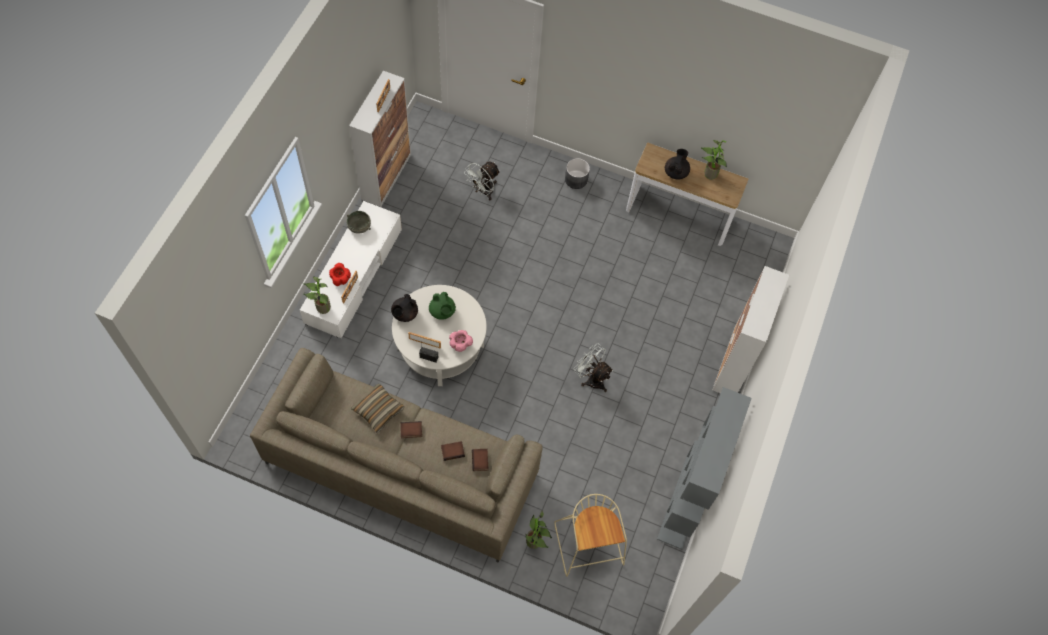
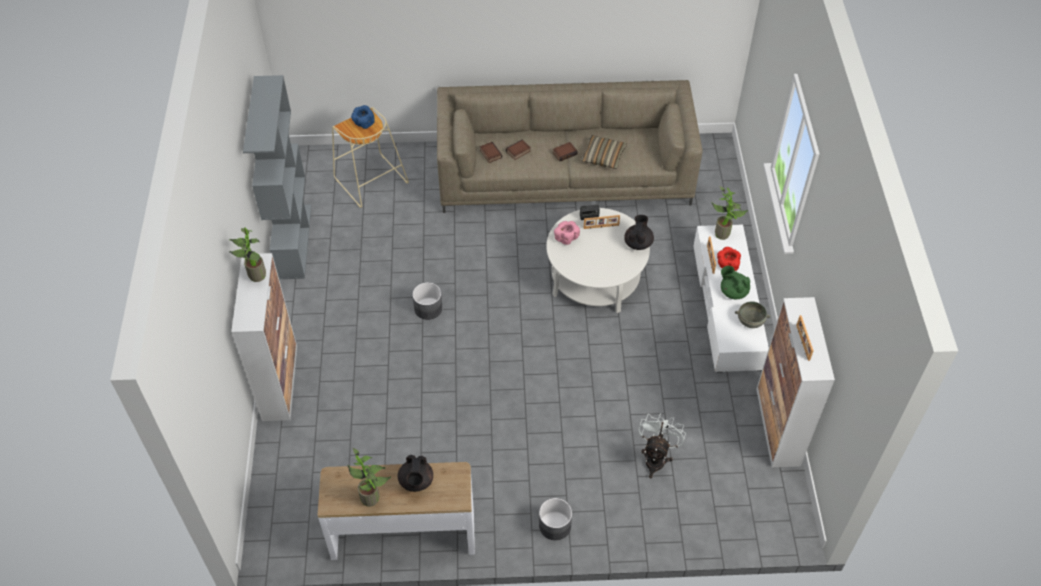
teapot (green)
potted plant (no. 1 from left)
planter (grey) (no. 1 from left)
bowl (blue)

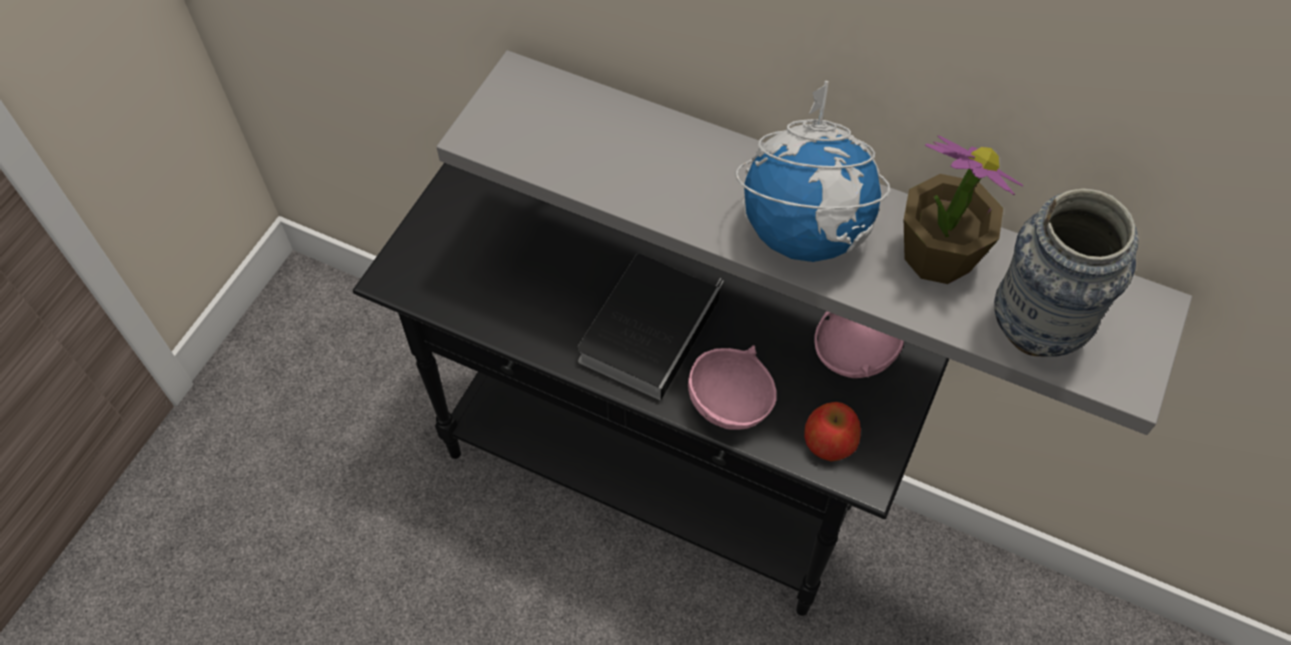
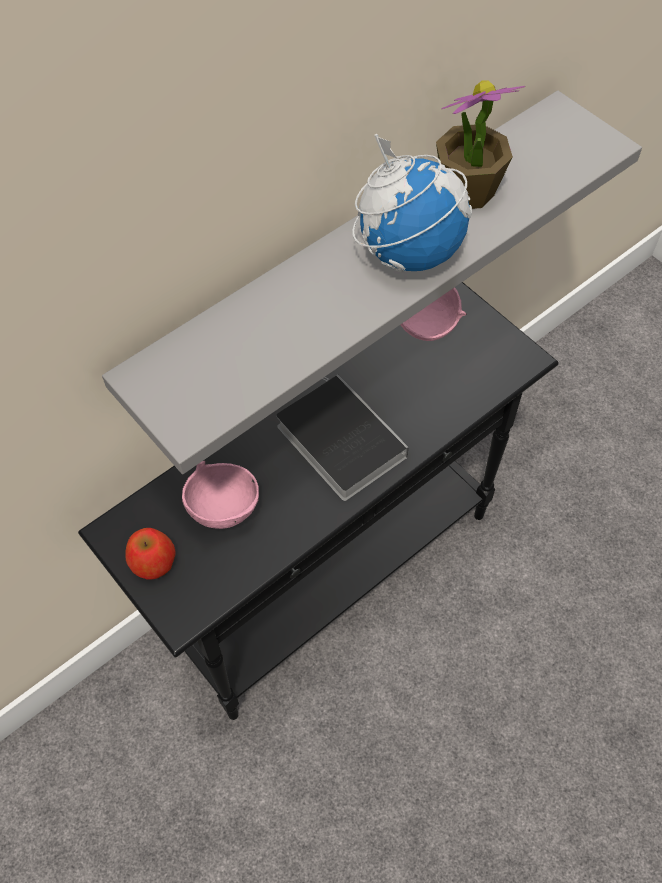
bowl (pink) (no. 1 from left)
apple
vase

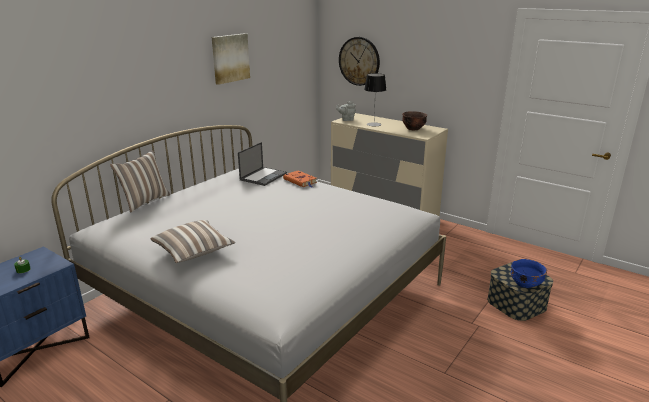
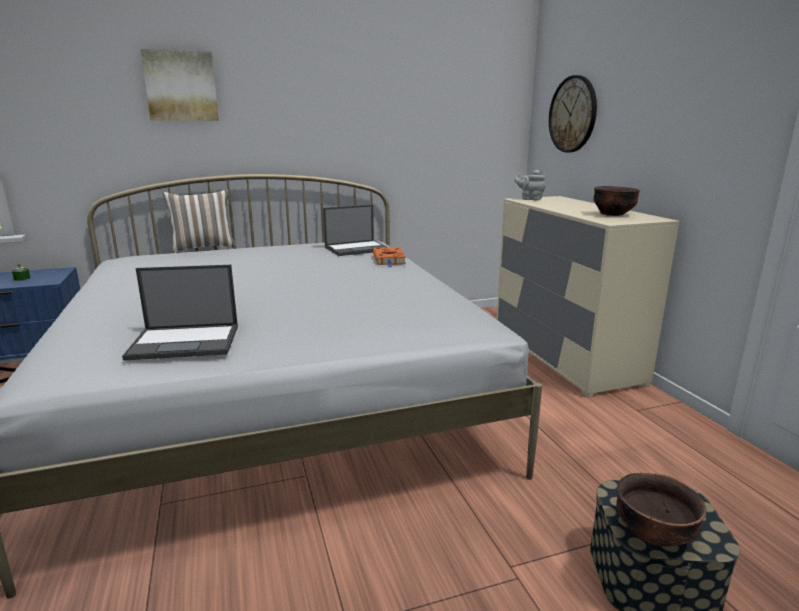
pillow (no. 2 from left in the first image)
picture
table lamp
bowl (brown) (no. 2 from left)
laptop (no. 1 from left)

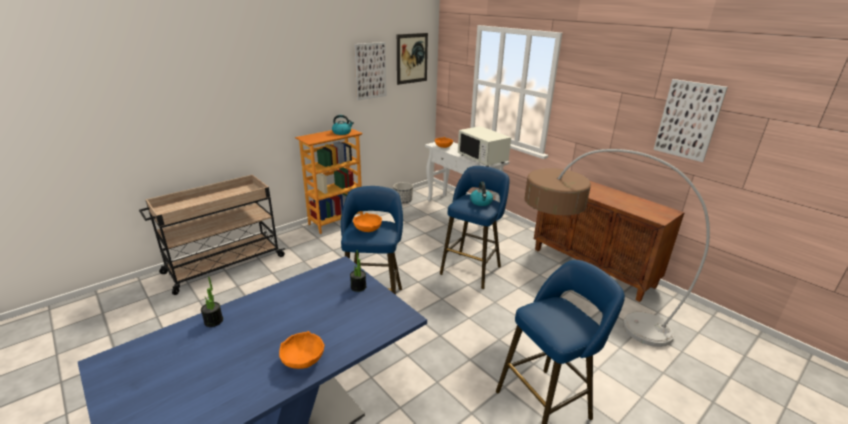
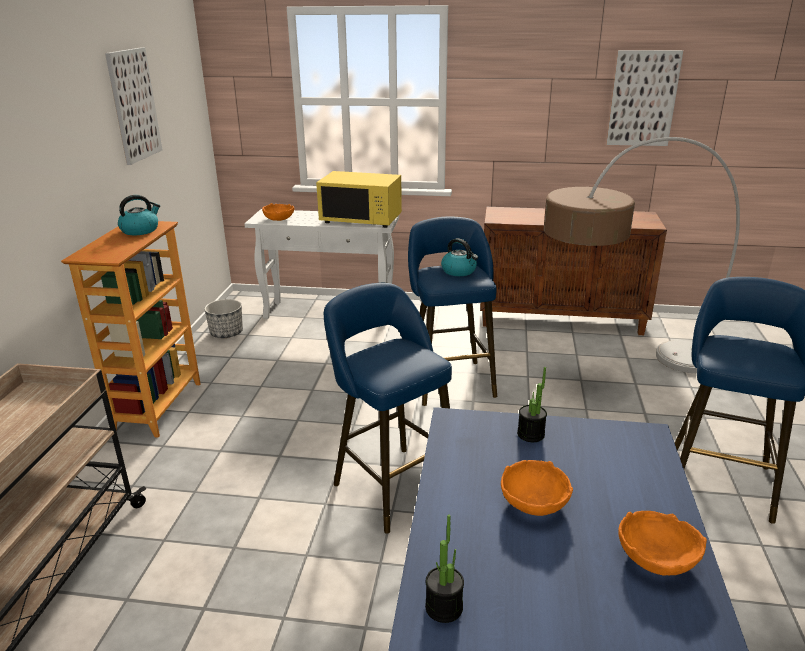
bowl (orange) (no. 2 from left)
picture (no. 2 from left in the first image)
microwave (yellow)

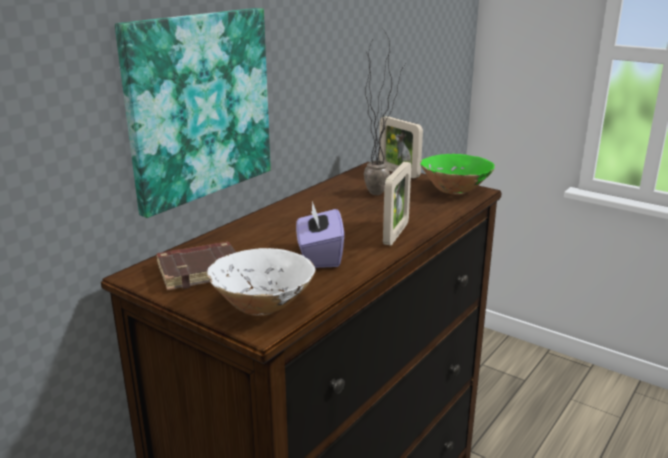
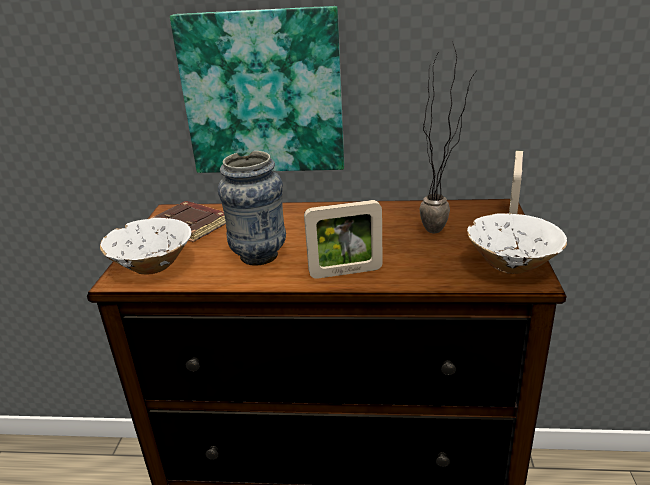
vase
bowl (white) (no. 2 from left)

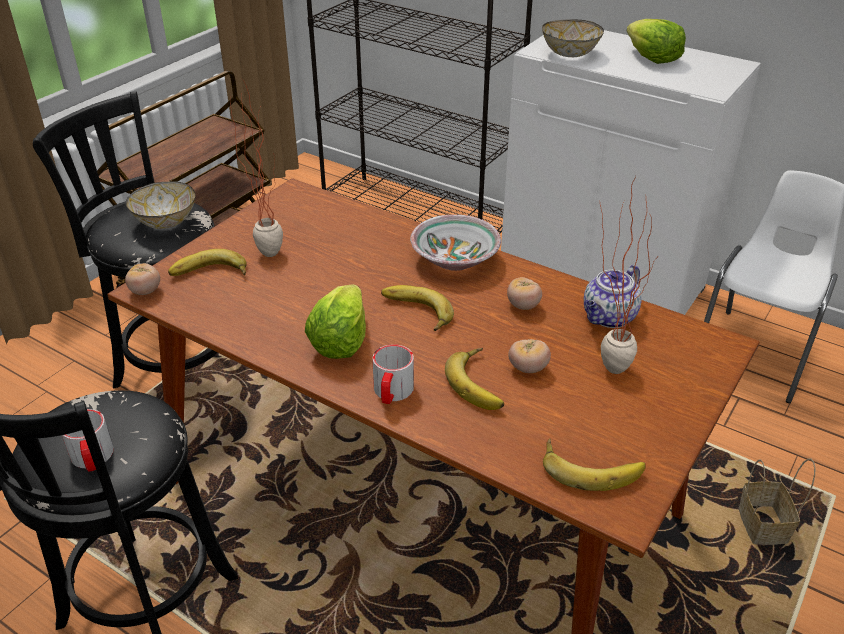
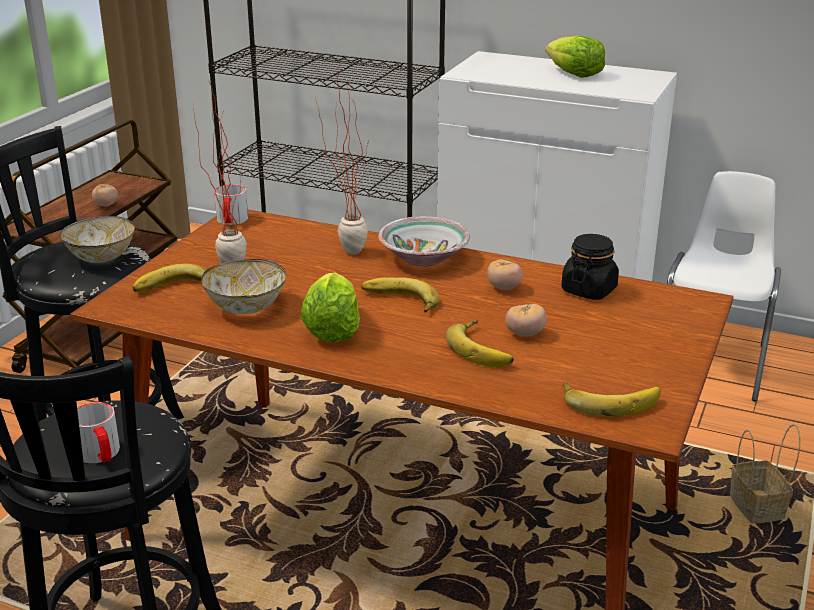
tomato (no. 1 from left)
mug (no. 2 from left)
bowl (no. 2 from left)
jar (black)
potted plant (no. 2 from left)

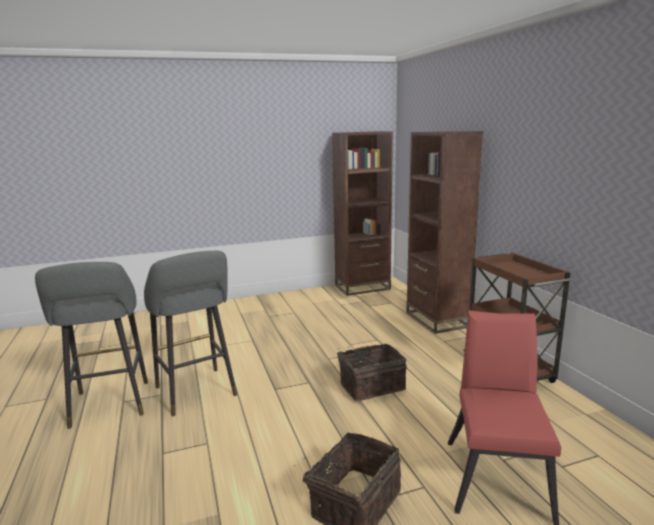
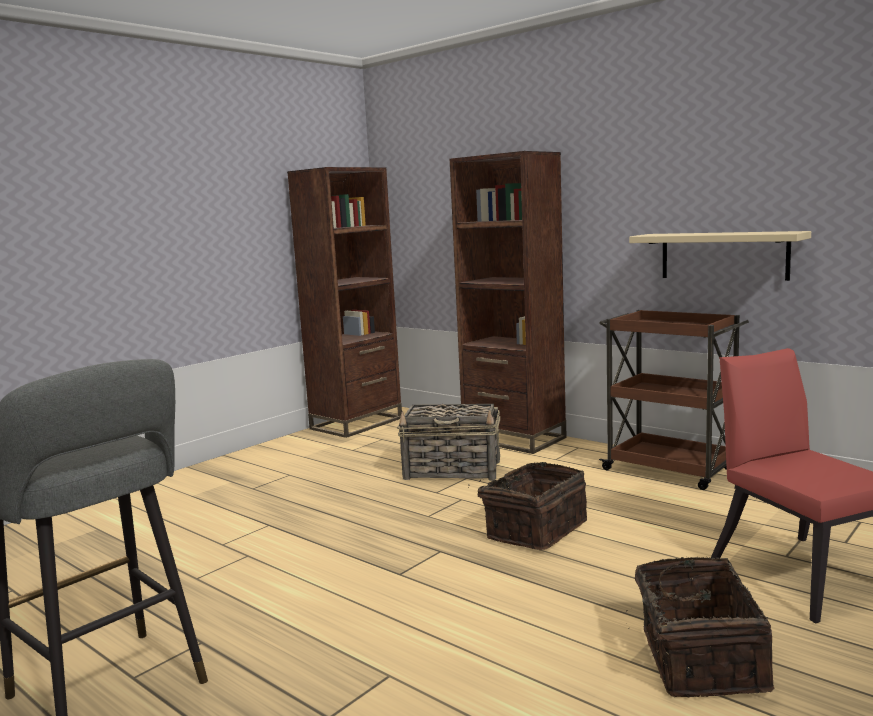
stool (grey) (no. 2 from left in the first image)
basket (no. 1 from left)
shelf (beige)

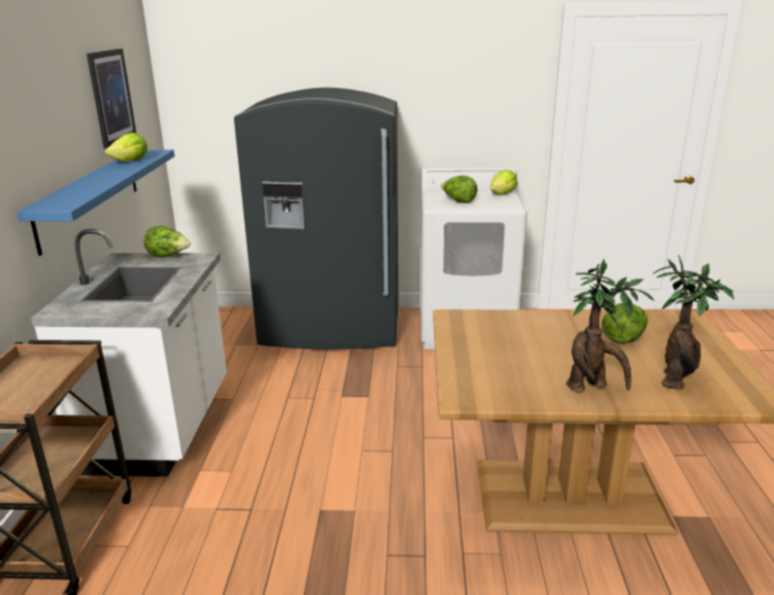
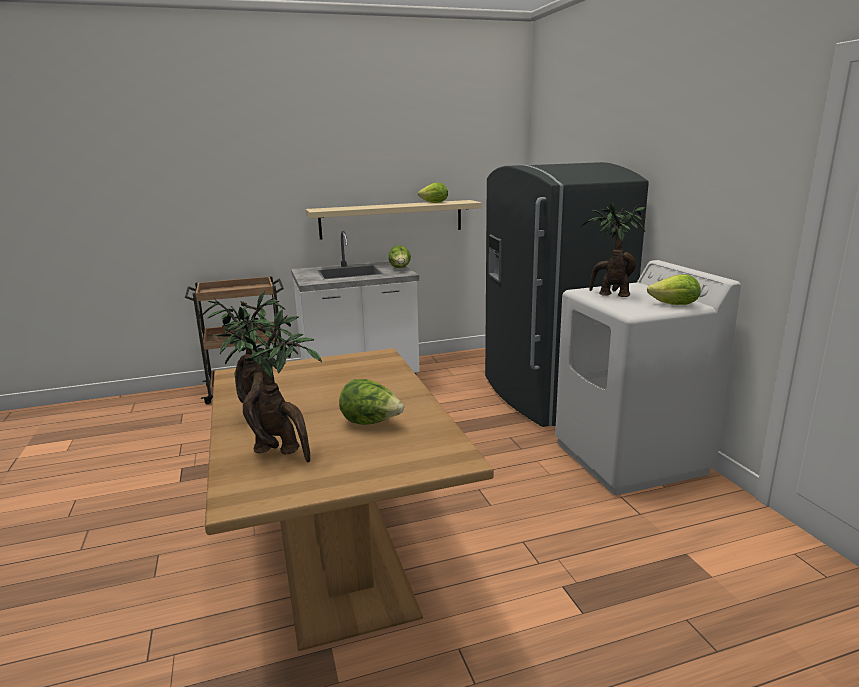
shelf (beige)
picture
potted plant (no. 3 from left)

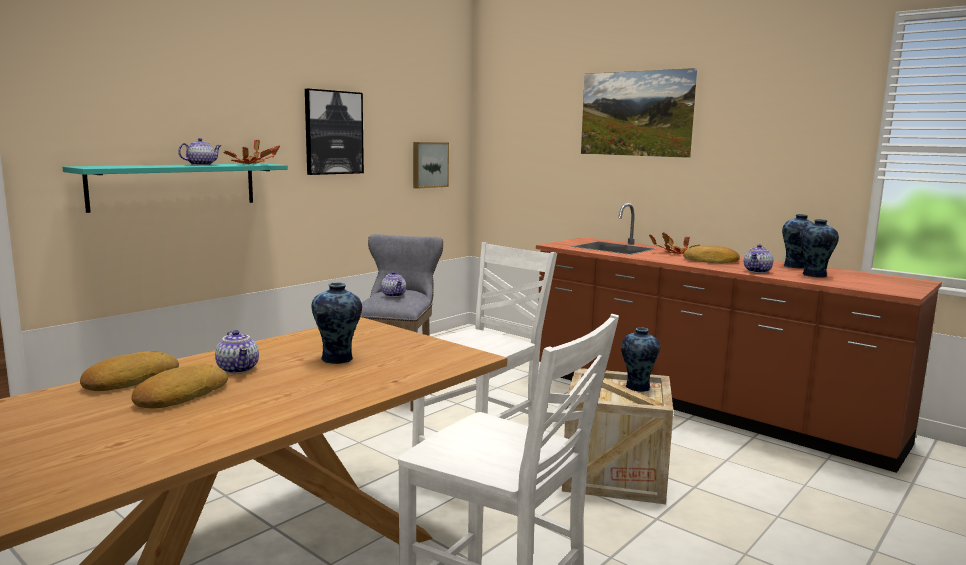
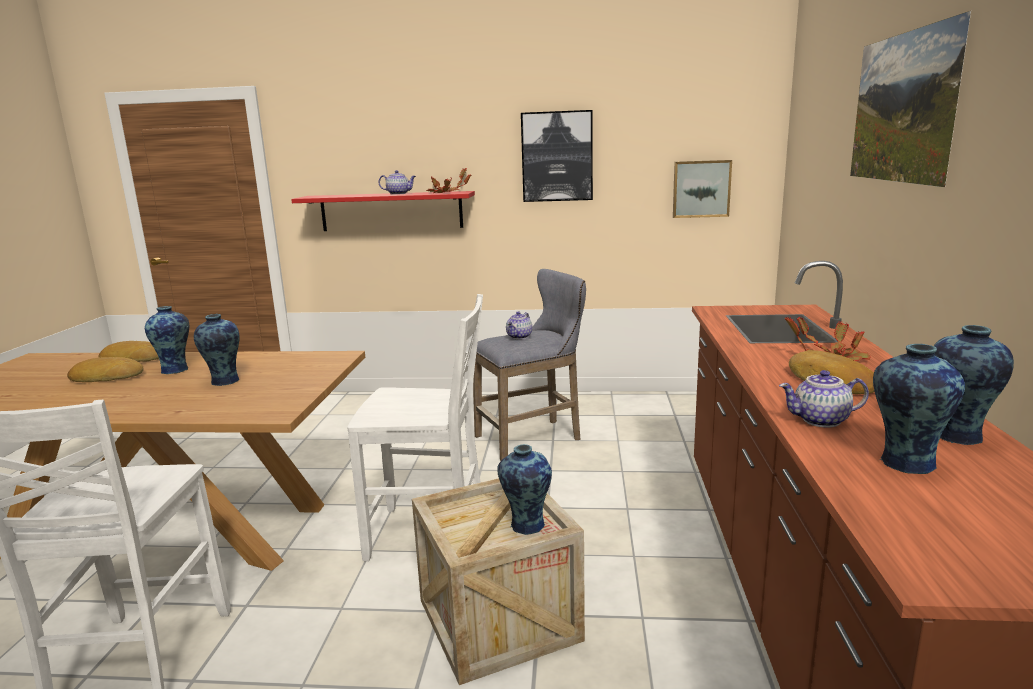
shelf (red)
vase (no. 1 from left)

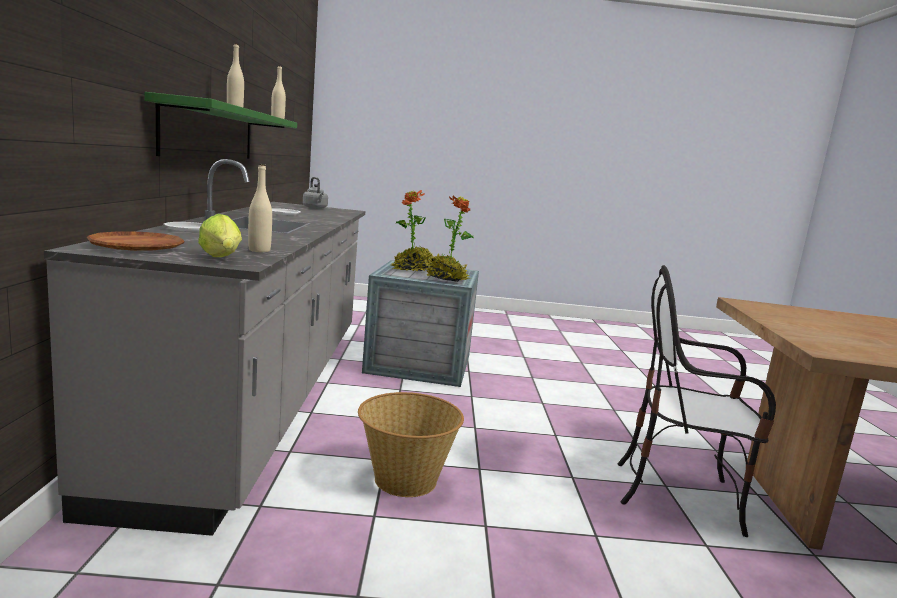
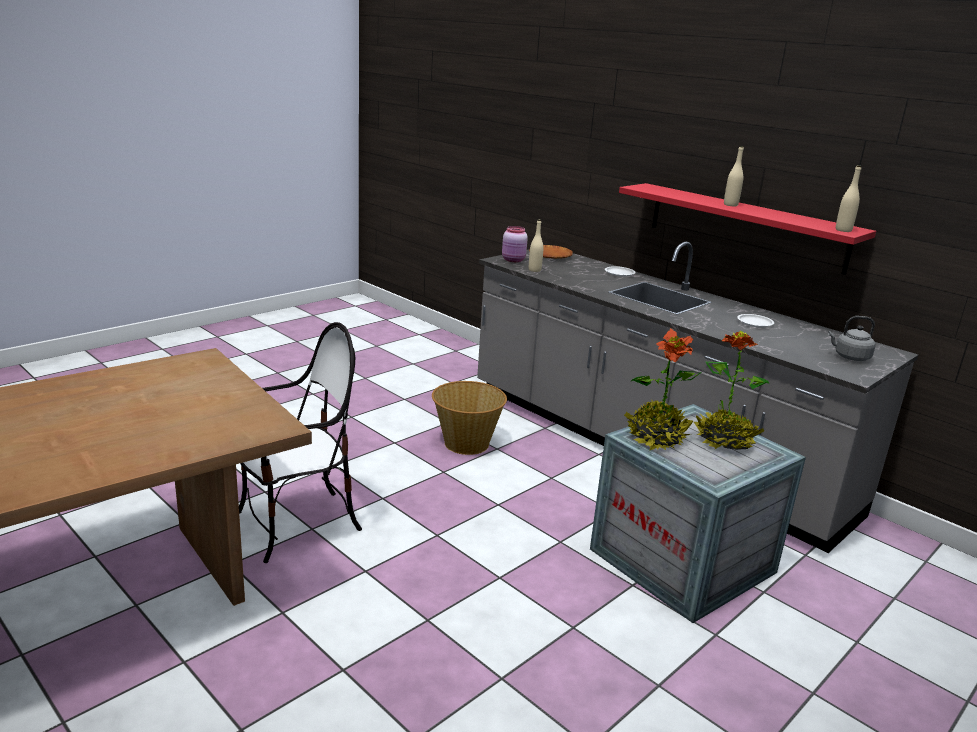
shelf (red)
jar (pink)

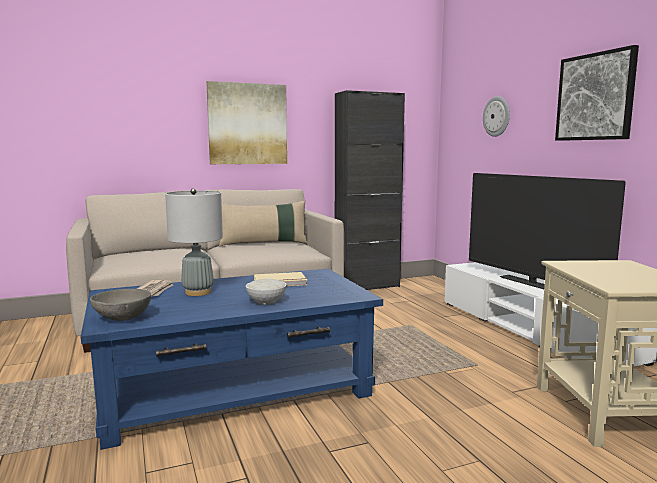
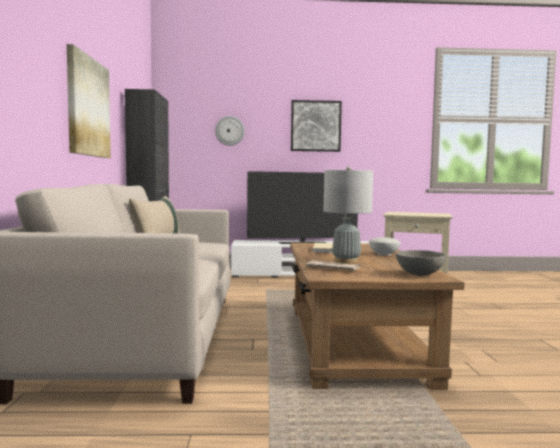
coffee table (brown)

